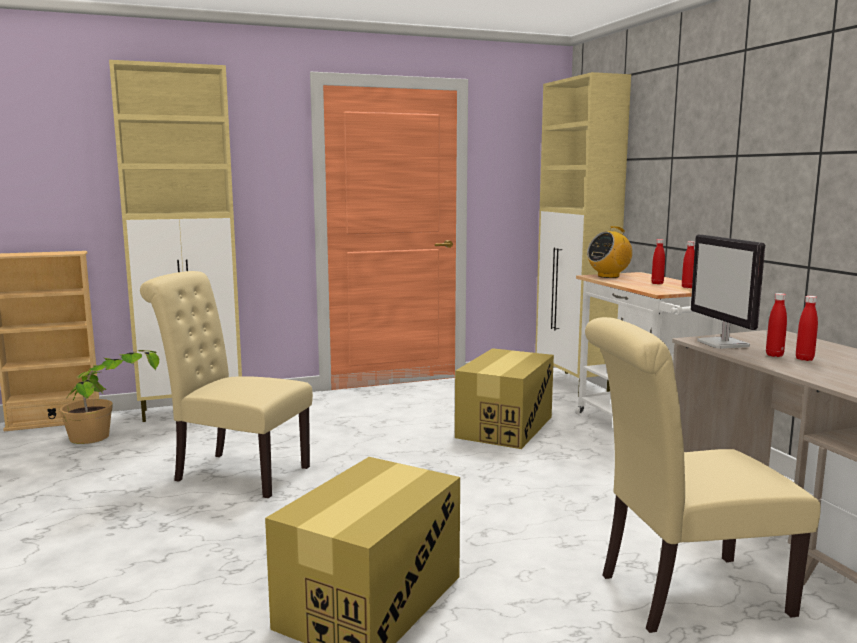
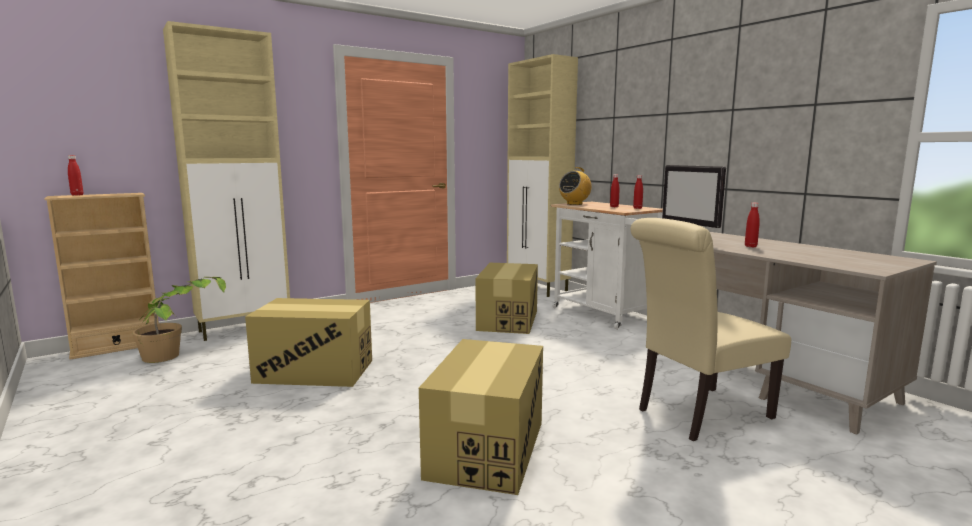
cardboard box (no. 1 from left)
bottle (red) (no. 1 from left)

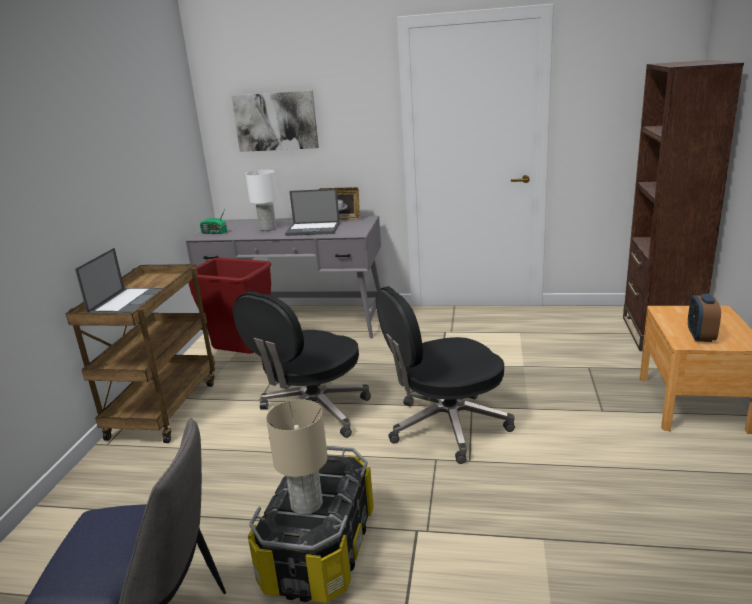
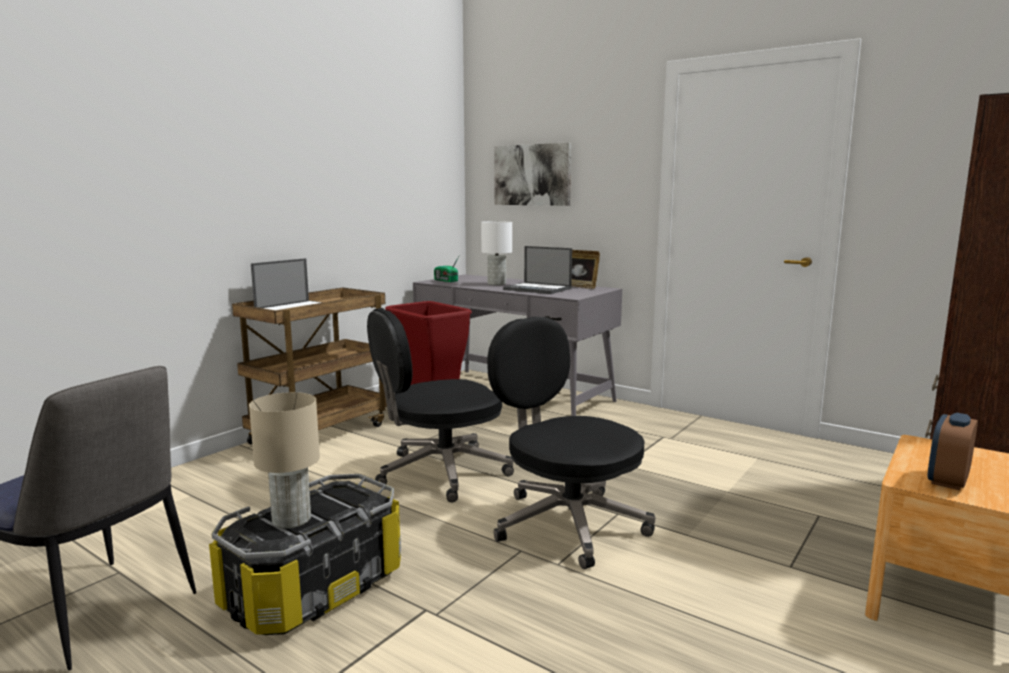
office chair (black) (no. 2 from left)

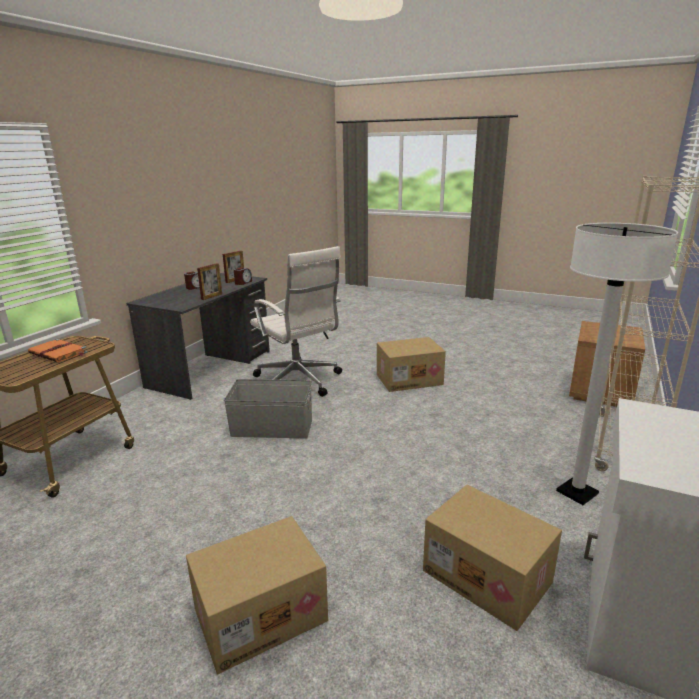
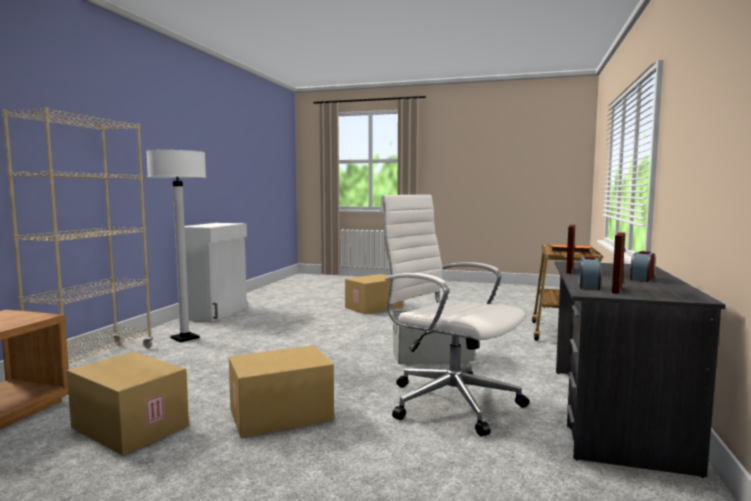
cardboard box (no. 1 from left)

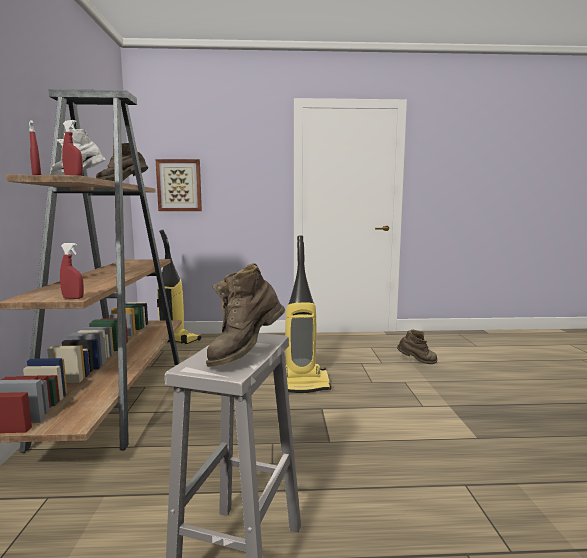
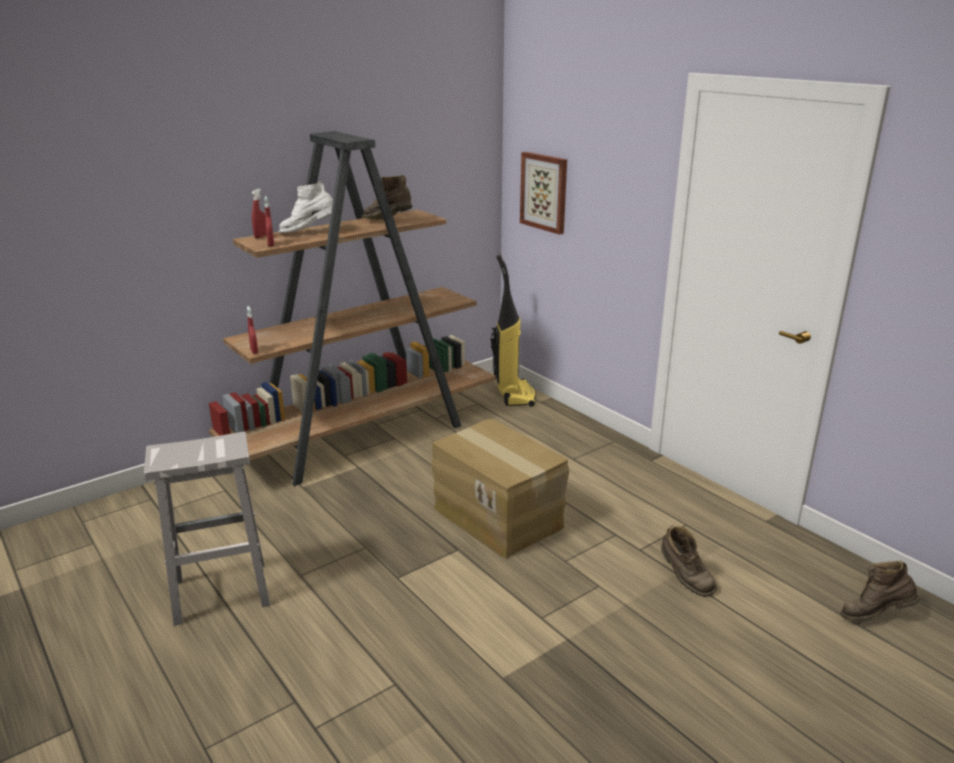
boot (brown) (no. 3 from left)
cardboard box

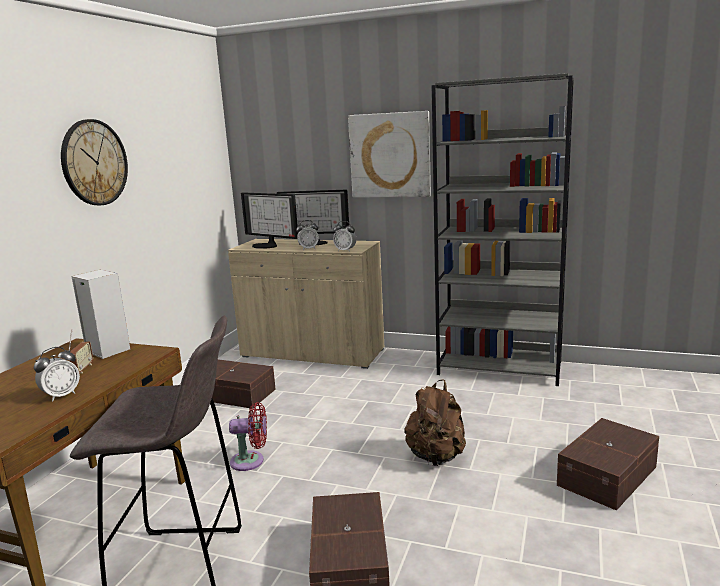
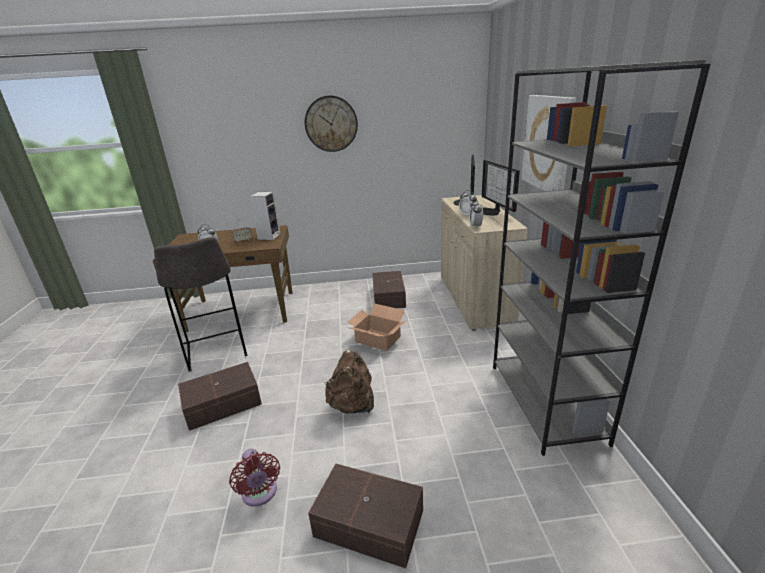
fan (red)
cardboard box

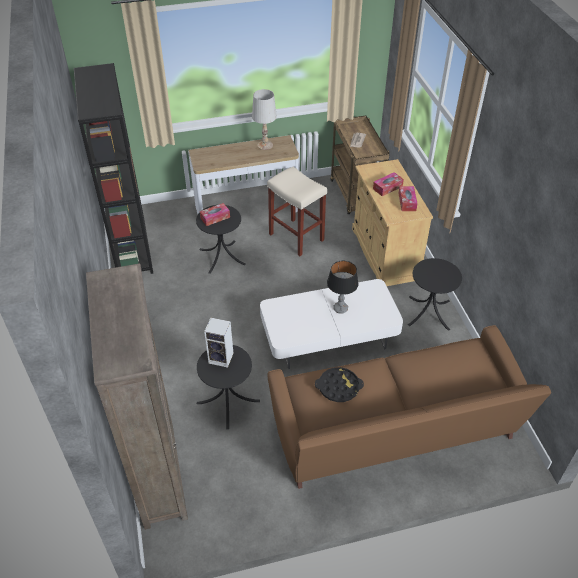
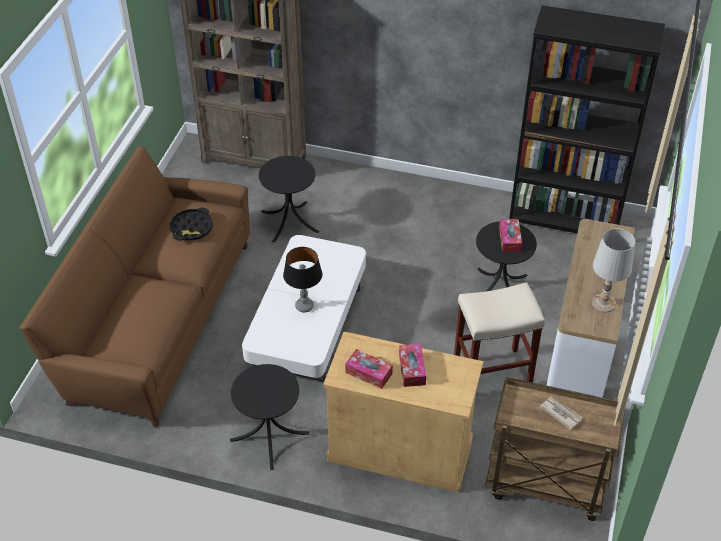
speaker

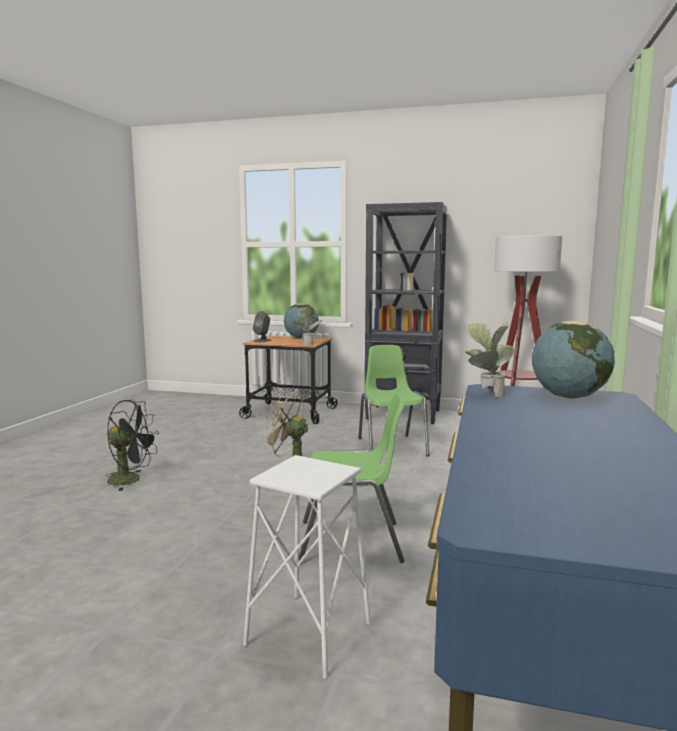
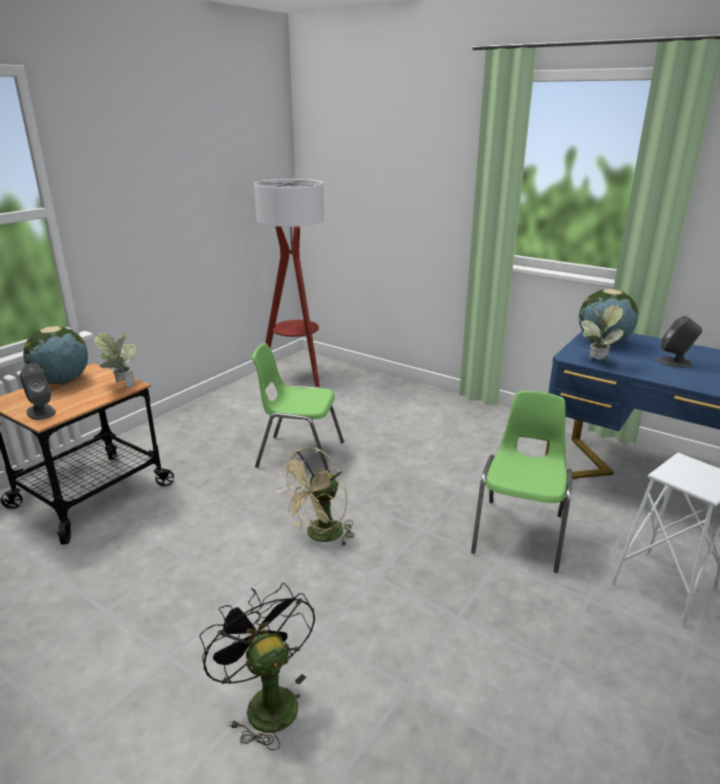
fan (black)
bookcase (black)
speaker (grey) (no. 2 from left)

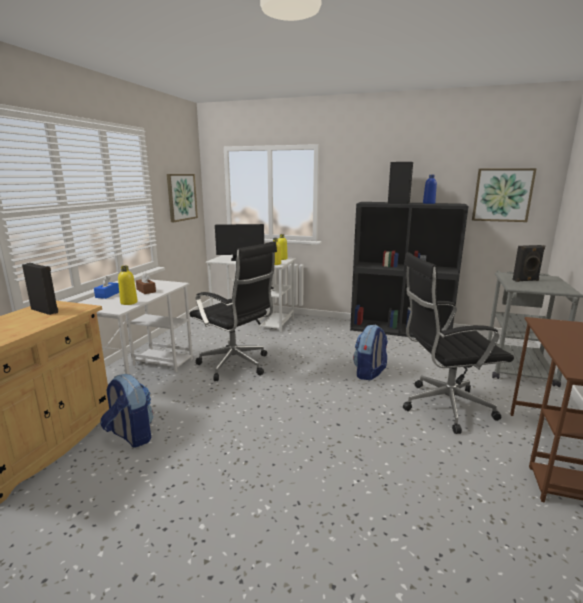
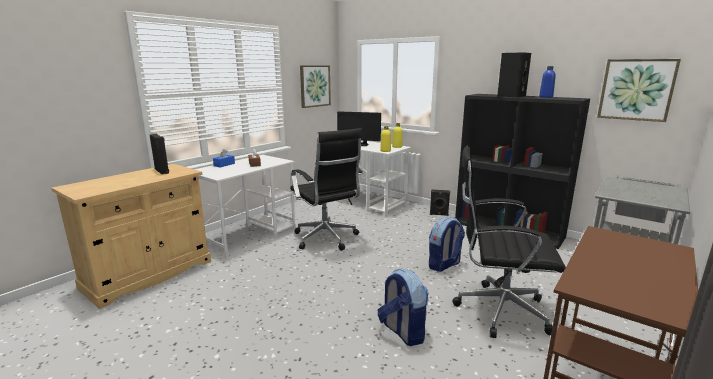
backpack (no. 1 from left)
bottle (yellow) (no. 1 from left in the first image)
speaker (black) (no. 2 from left)

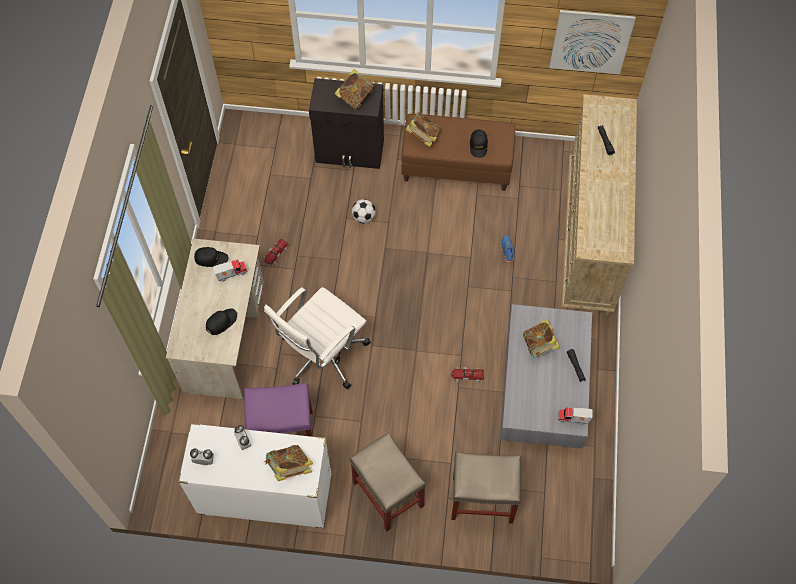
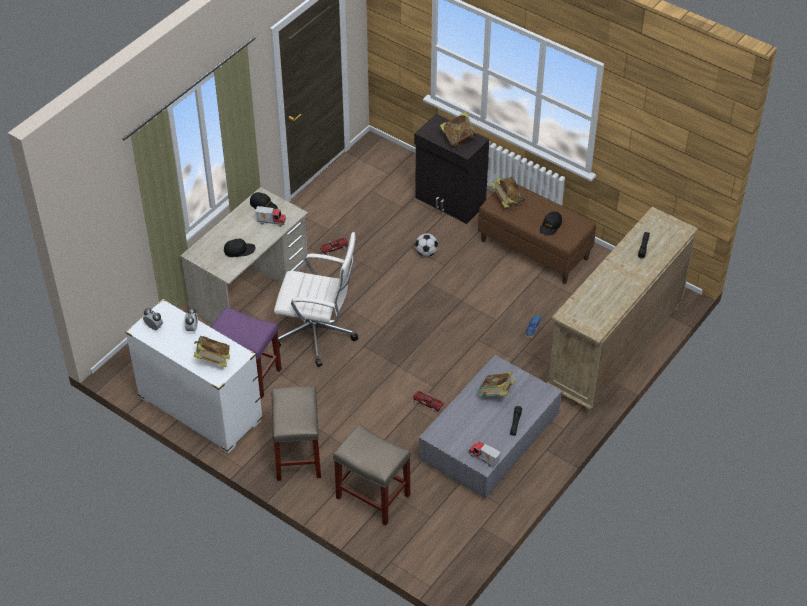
office chair (white)
picture

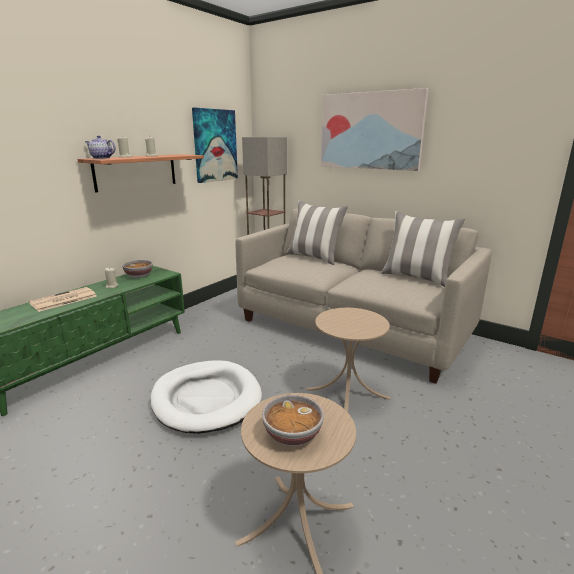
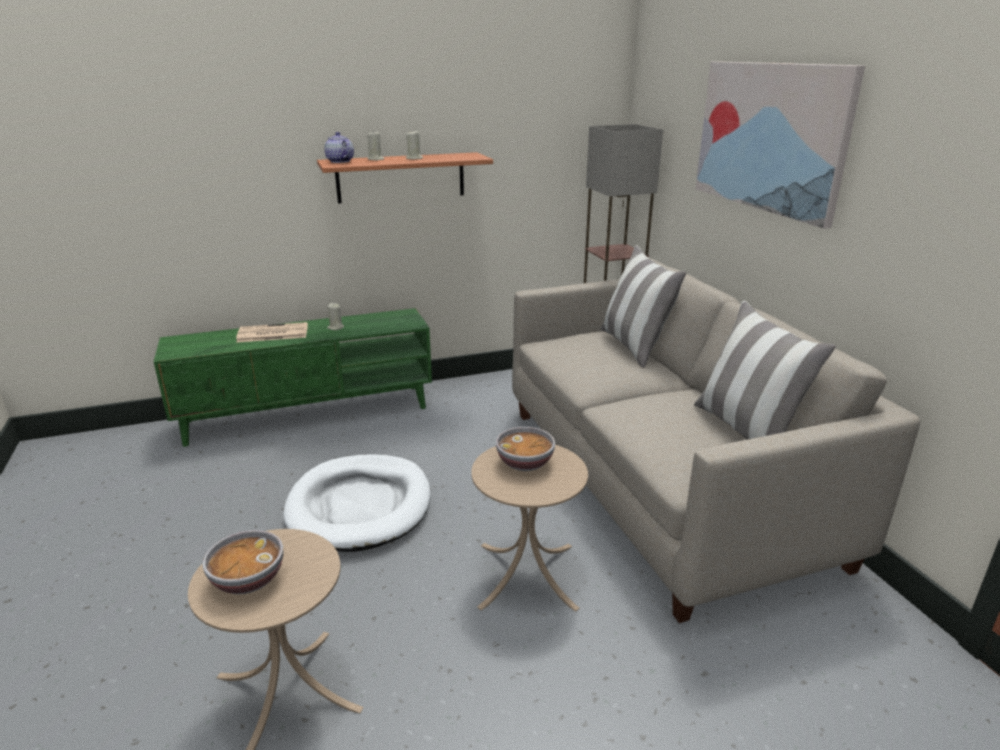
bowl (no. 2 from left)
picture (no. 1 from left in the first image)

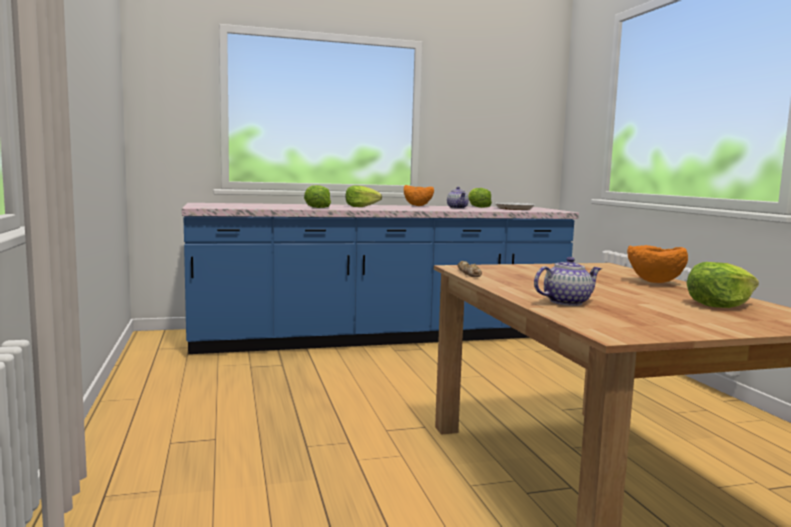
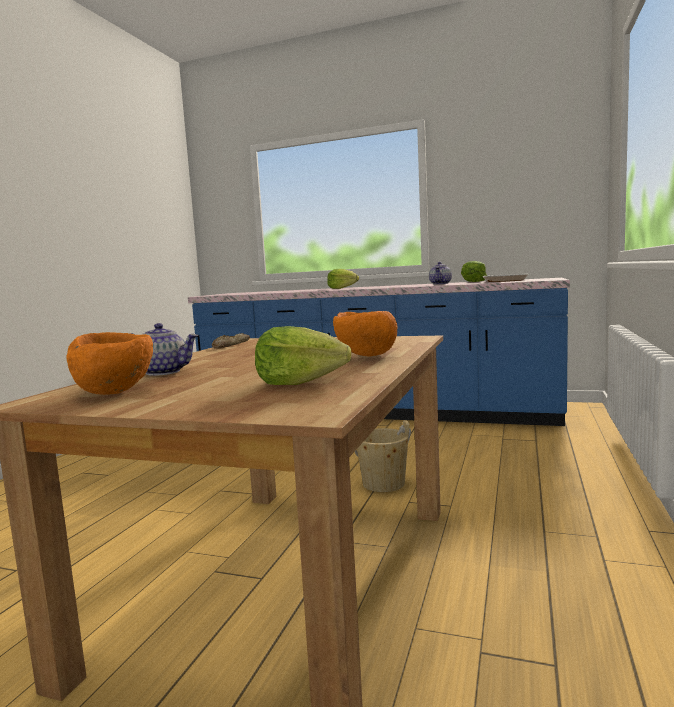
lettuce (no. 1 from left in the first image)
bowl (orange) (no. 1 from left)
bucket (beige)

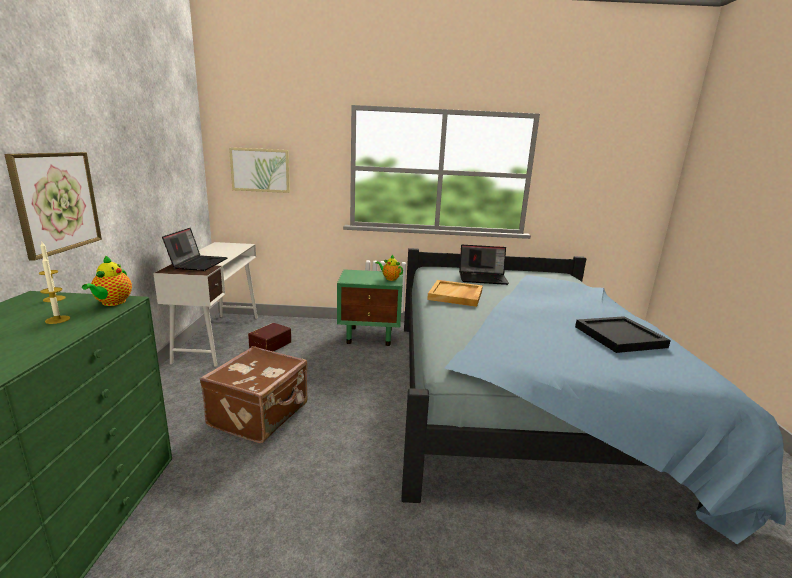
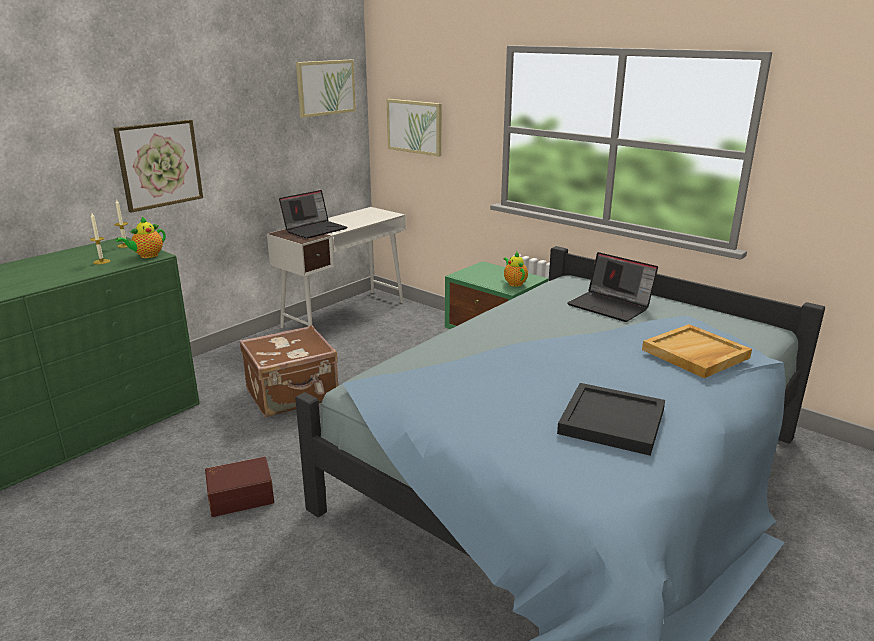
storage box (brown)
tray (beige)
picture (no. 2 from left)

